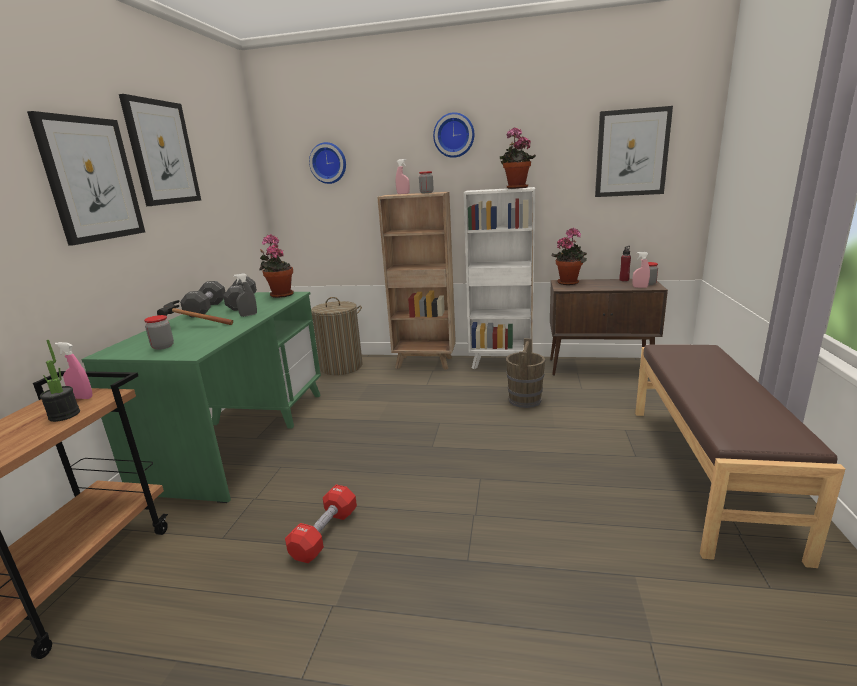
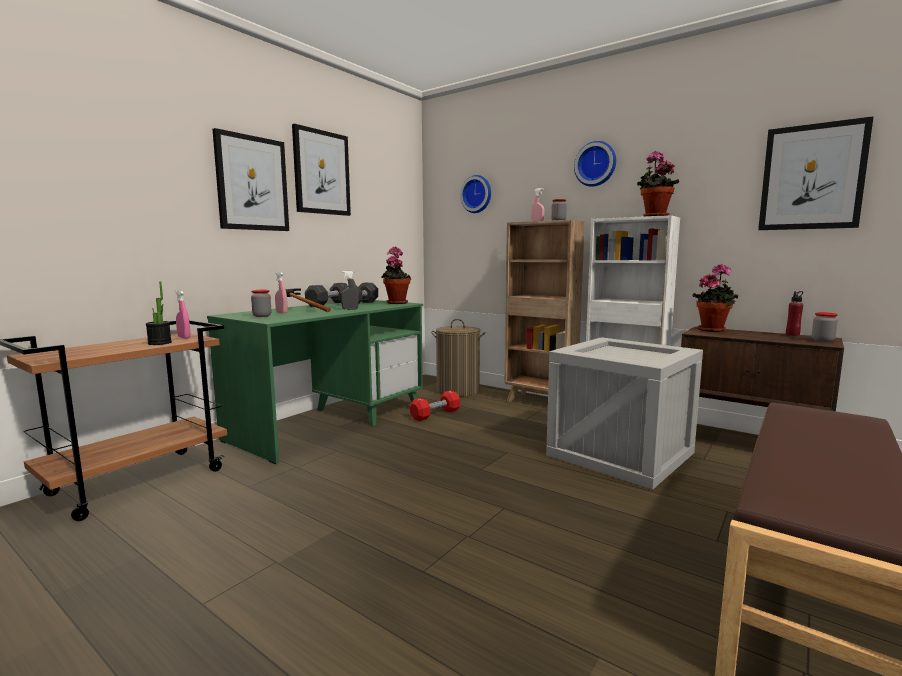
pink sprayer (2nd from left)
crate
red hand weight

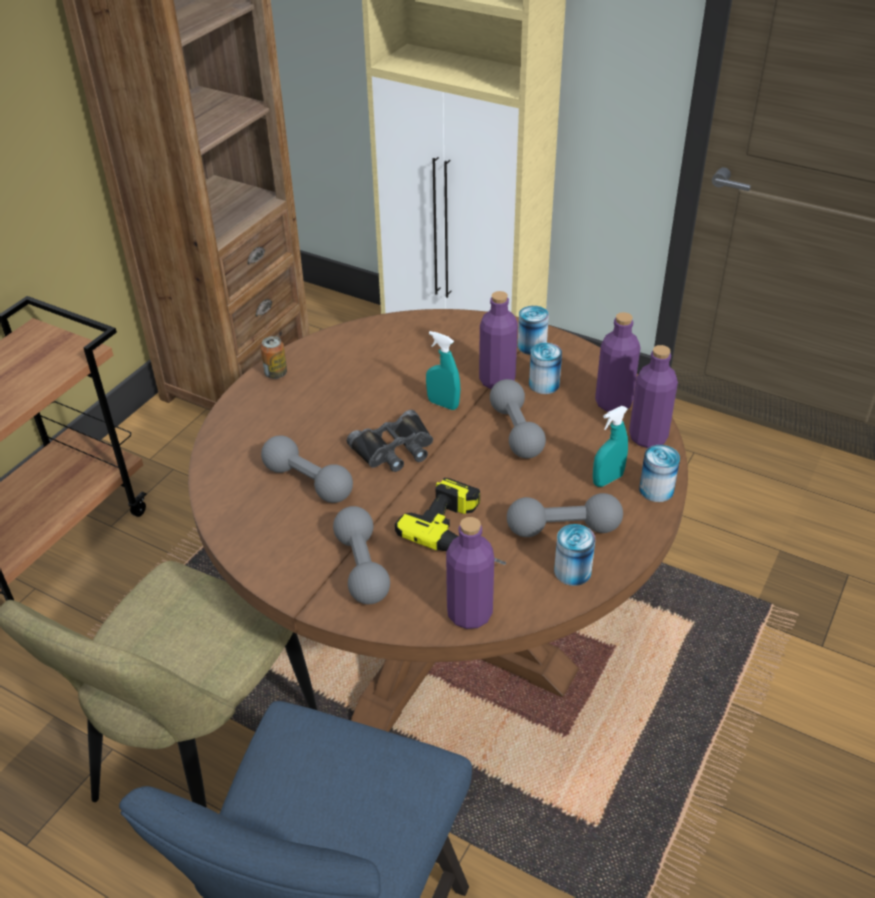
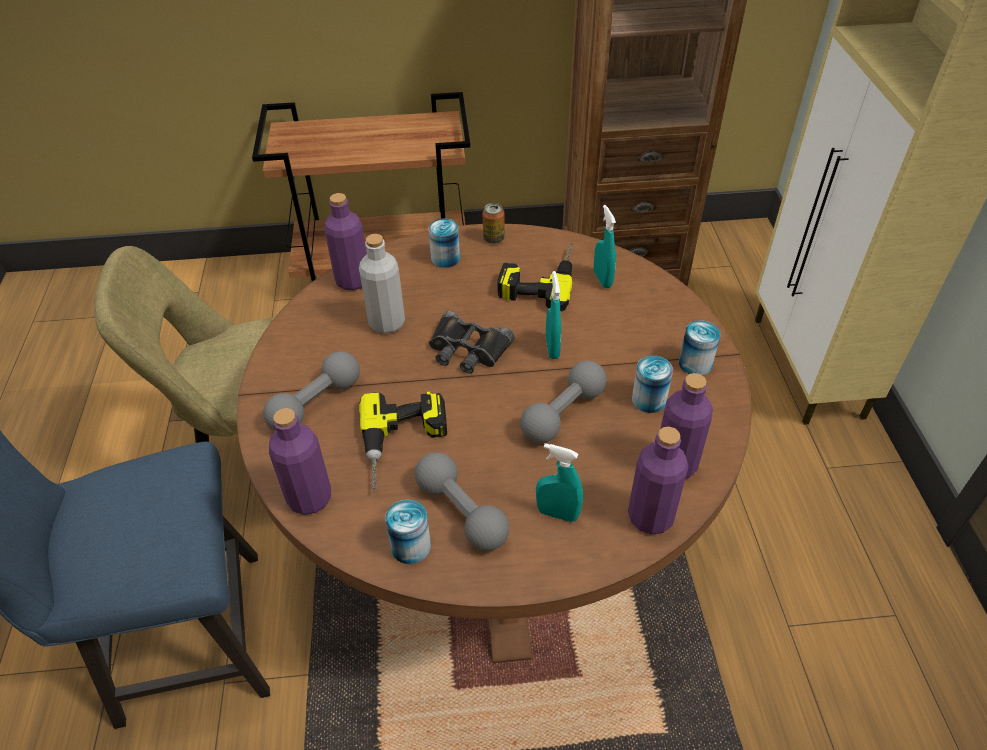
purplish beverage bottle (2nd from left)
greyish beverage bottle
can (2nd from left)
turquoise-coloured sprayer (3rd from left)
drill (2nd from left)

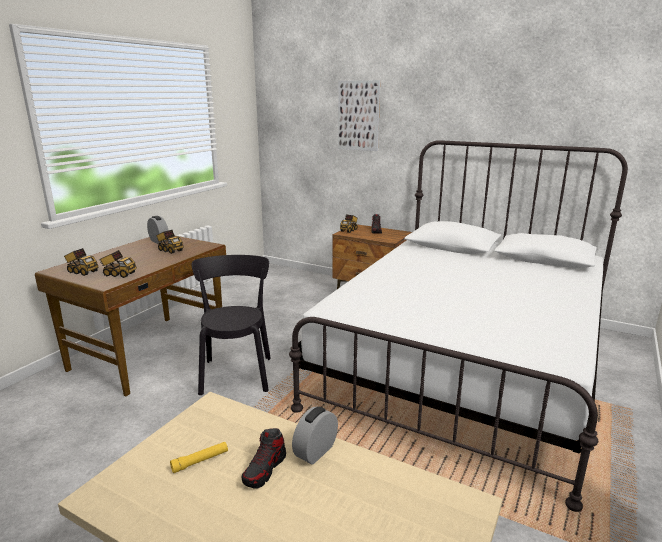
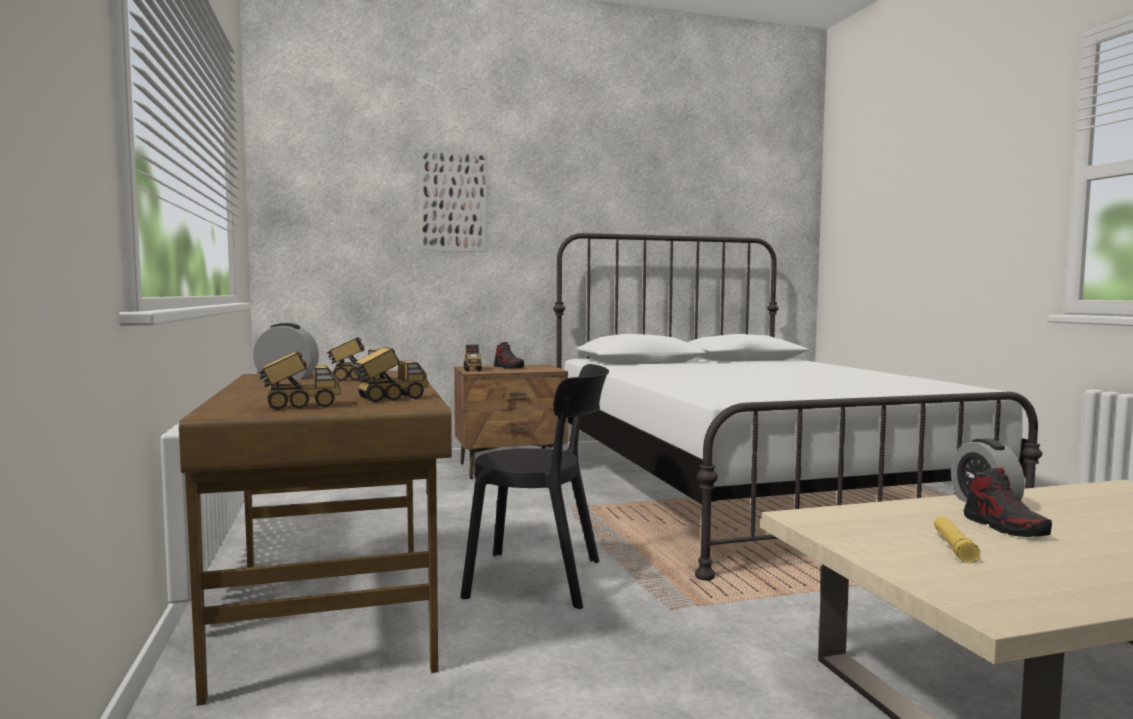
black-coloured upright chair

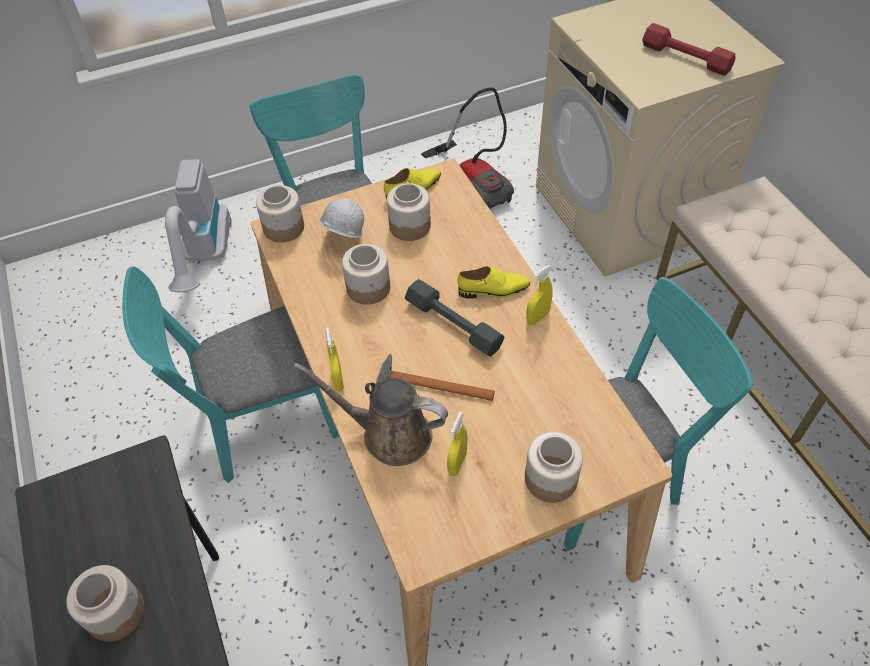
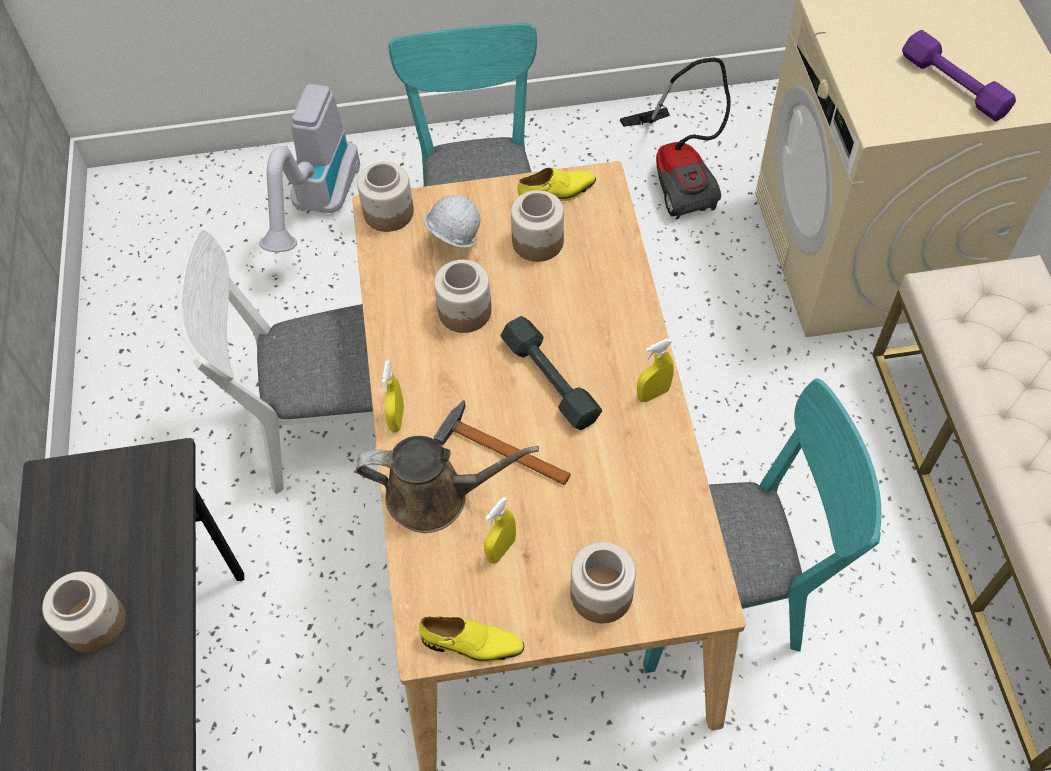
purplish hand weight
white-coloured upright chair
yellow-coloured low shoe (1st from left)
brown-coloured sprinkling can

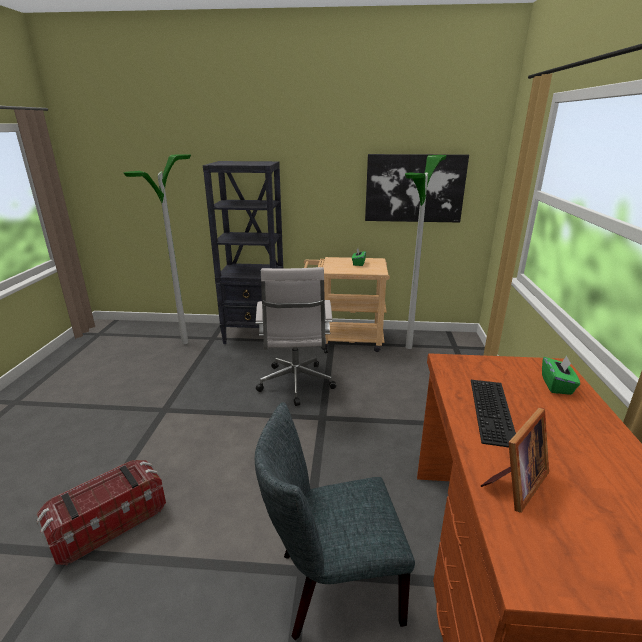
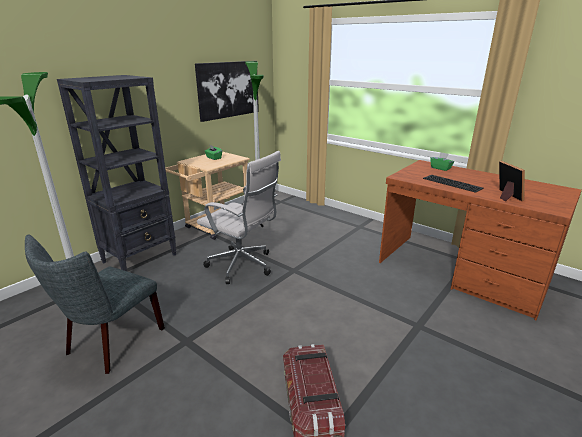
greyish upright chair

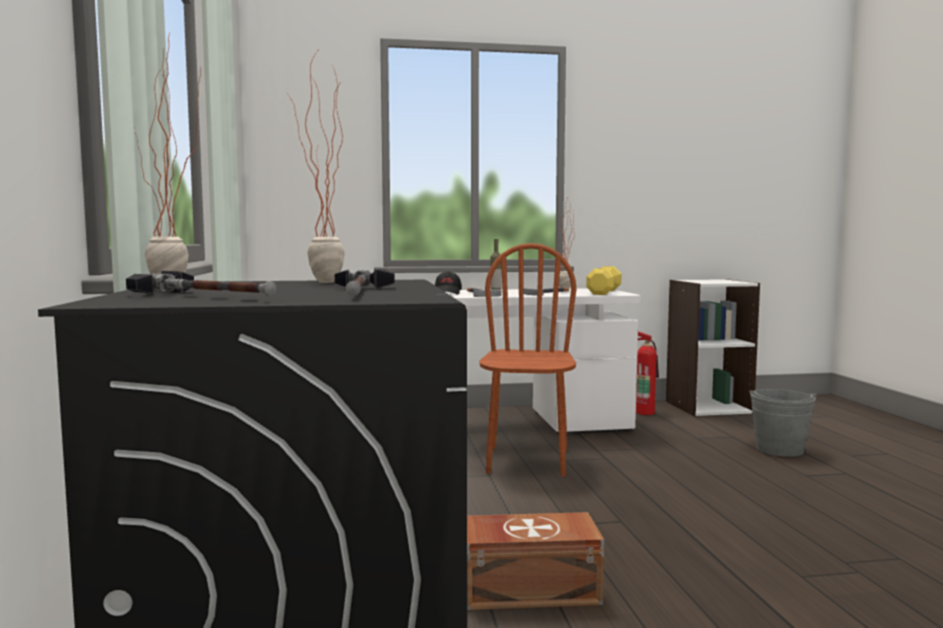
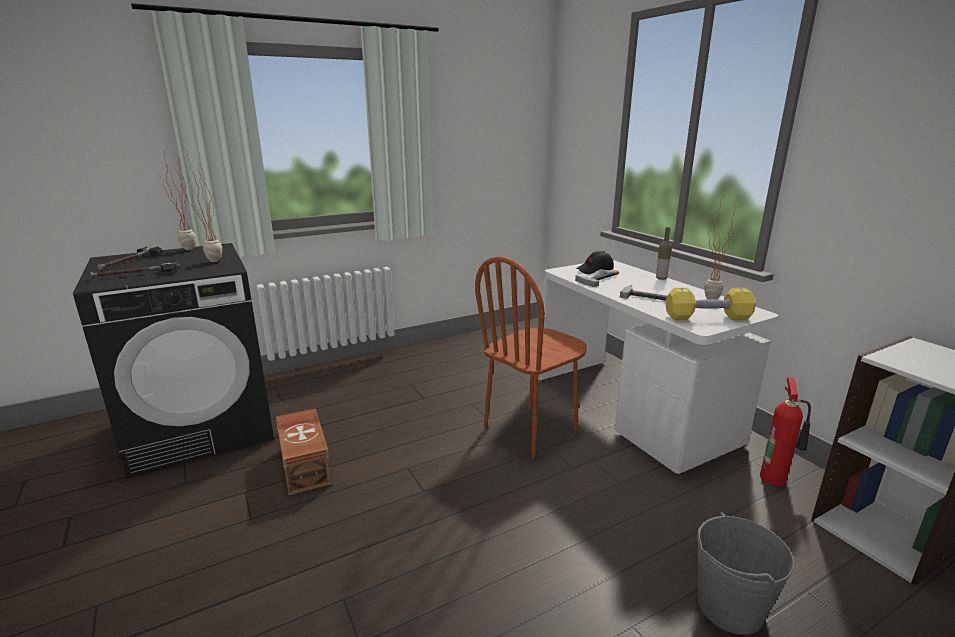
brown-coloured upright chair

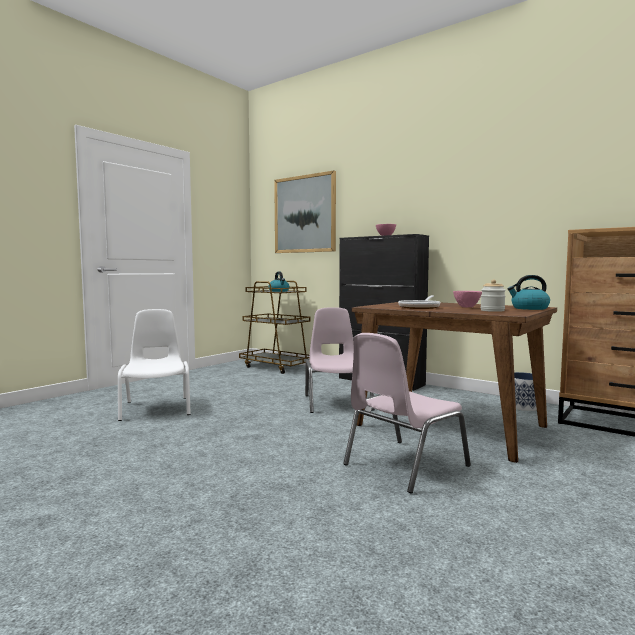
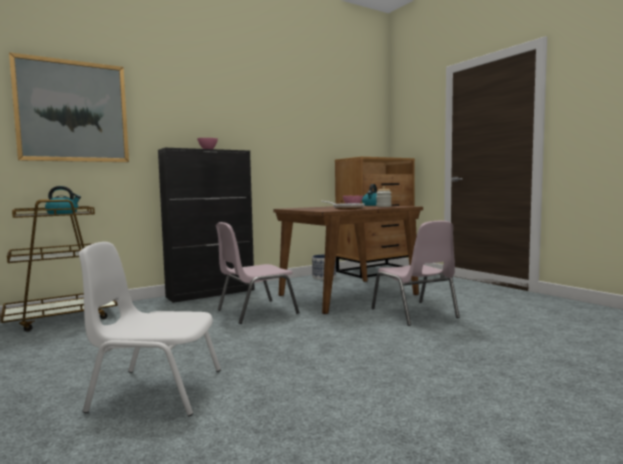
pink upright chair (1st from left)

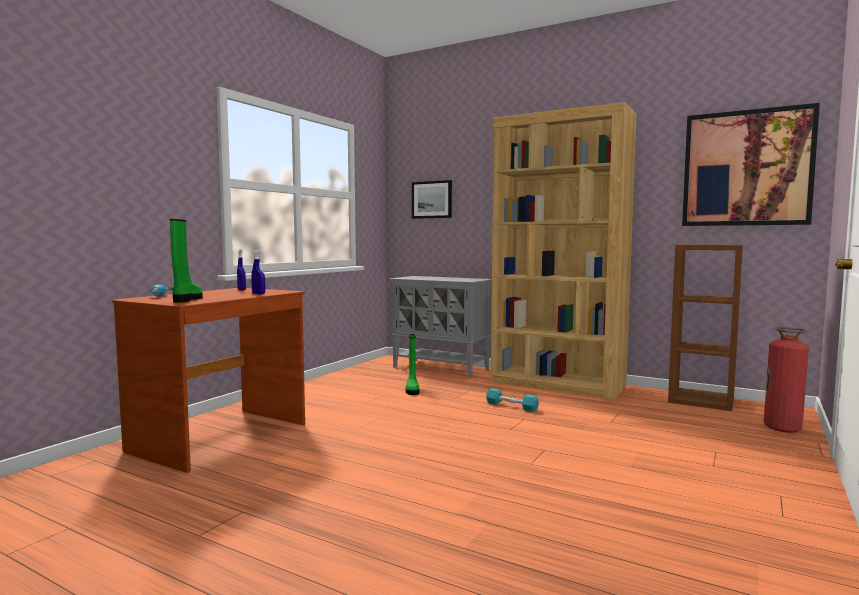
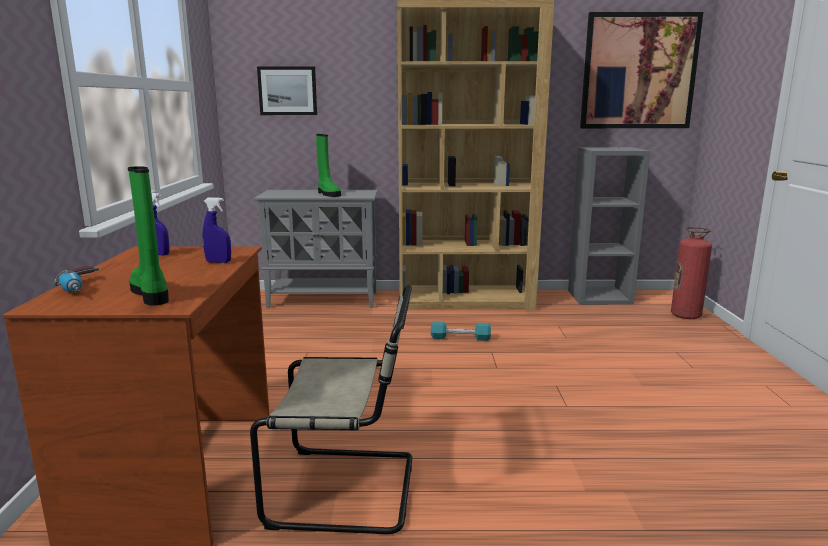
greyish bookshelf
greenish high-top boot (2nd from left)
beige upright chair

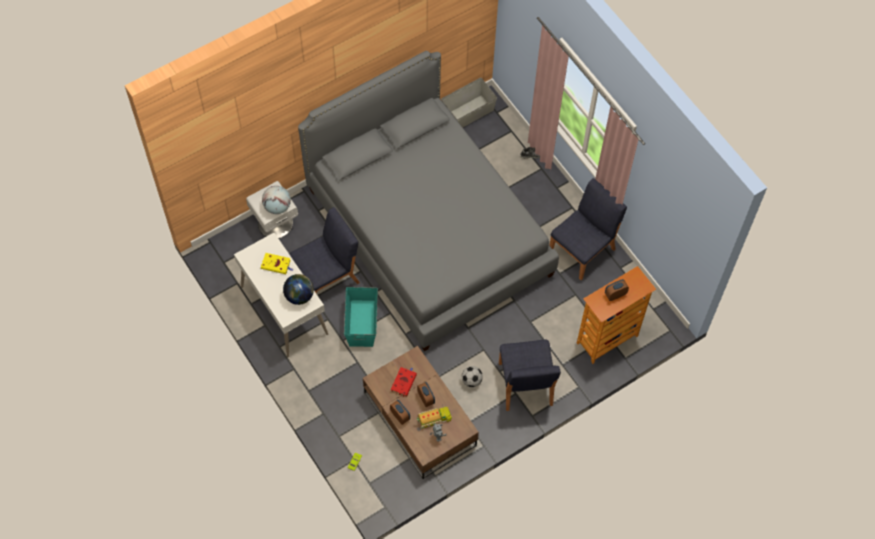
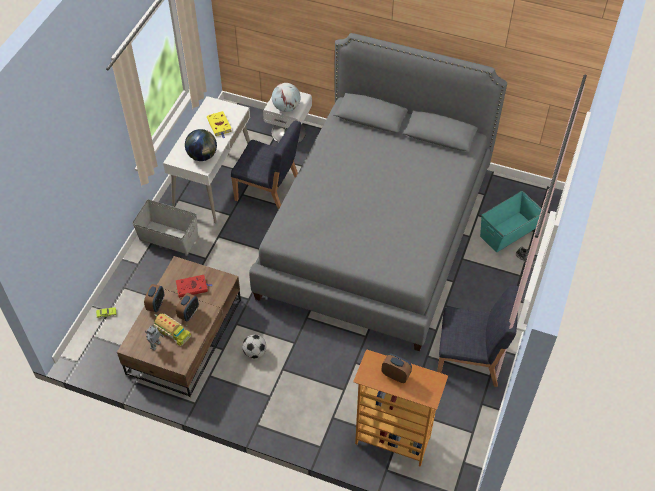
greyish storage bin
turquoise-coloured storage bin
blue upright chair (2nd from left in the first image)

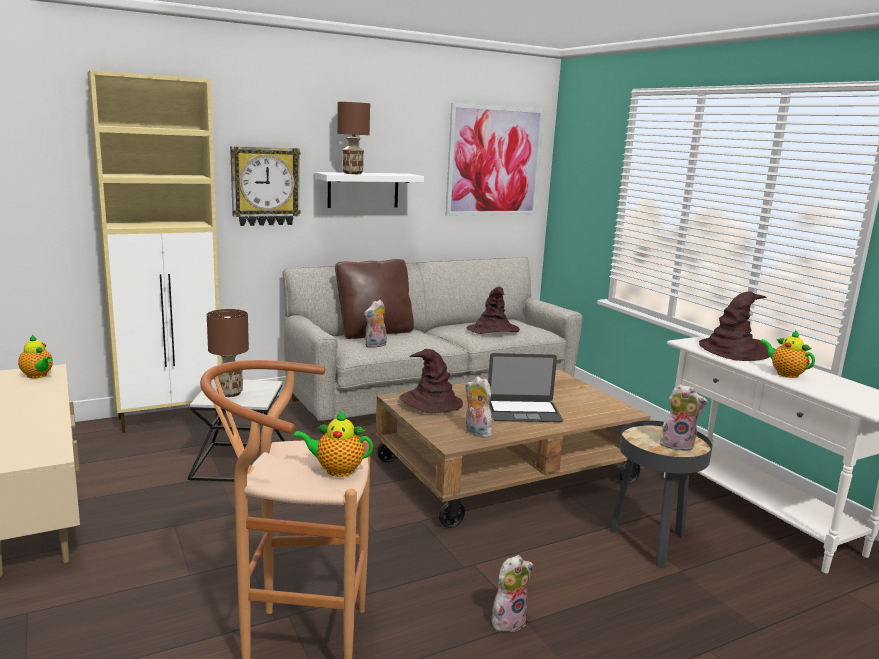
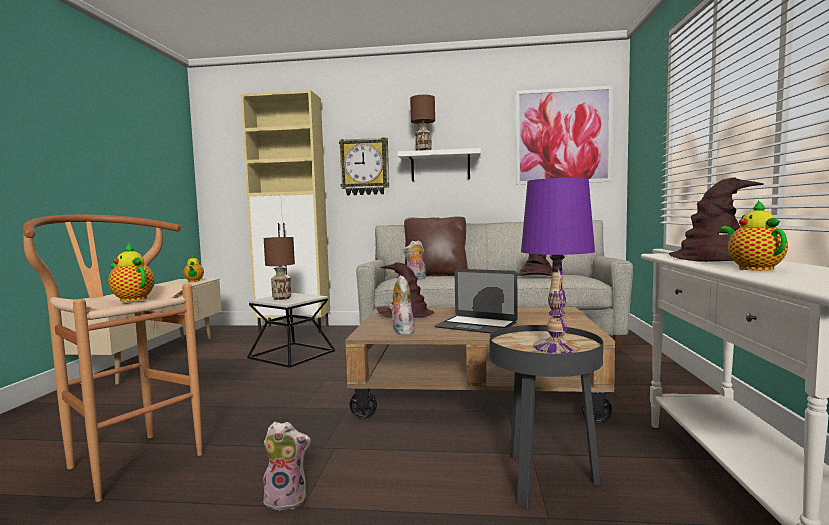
purplish tabletop lamp

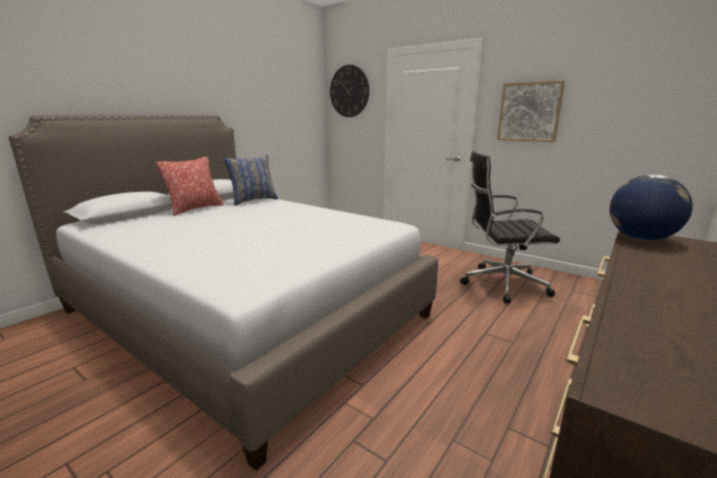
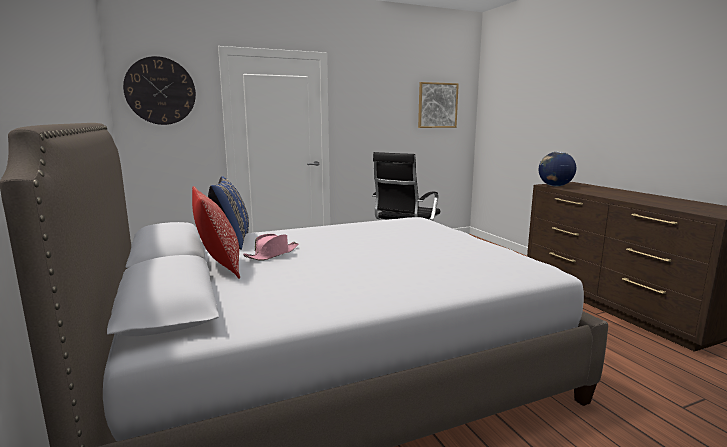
wall art
pink hat

